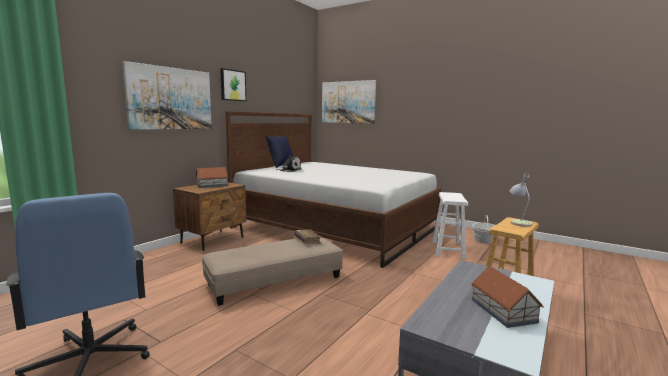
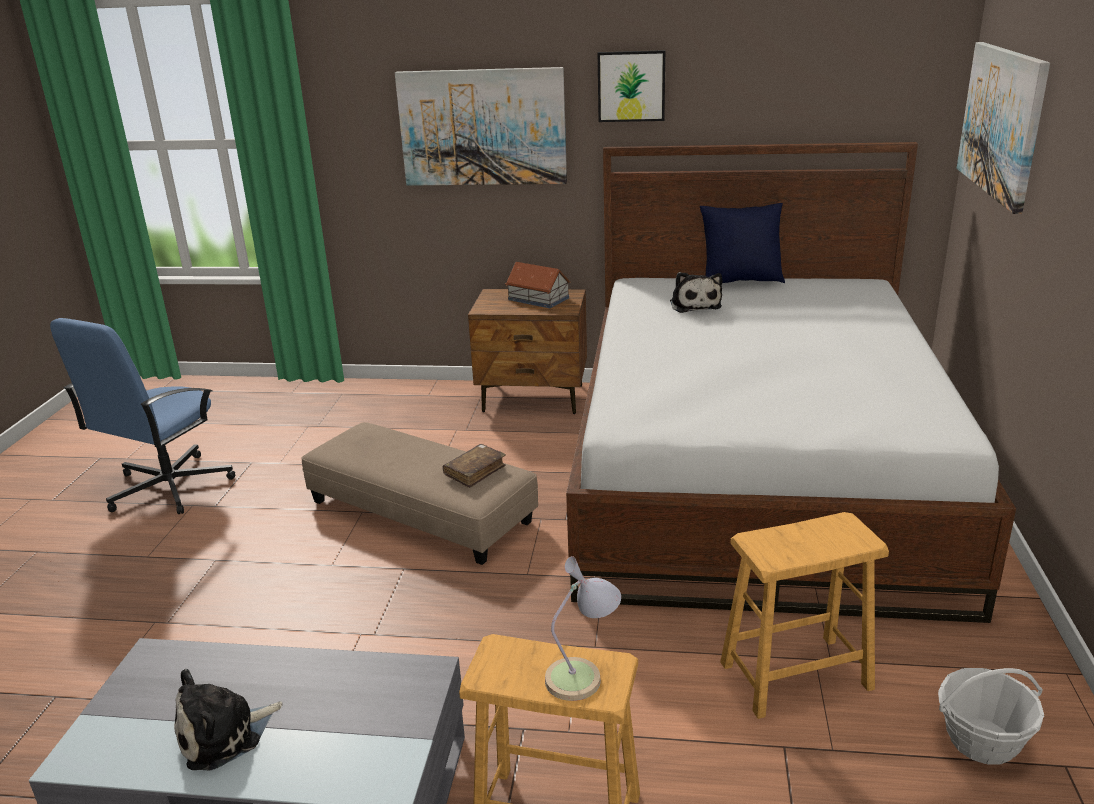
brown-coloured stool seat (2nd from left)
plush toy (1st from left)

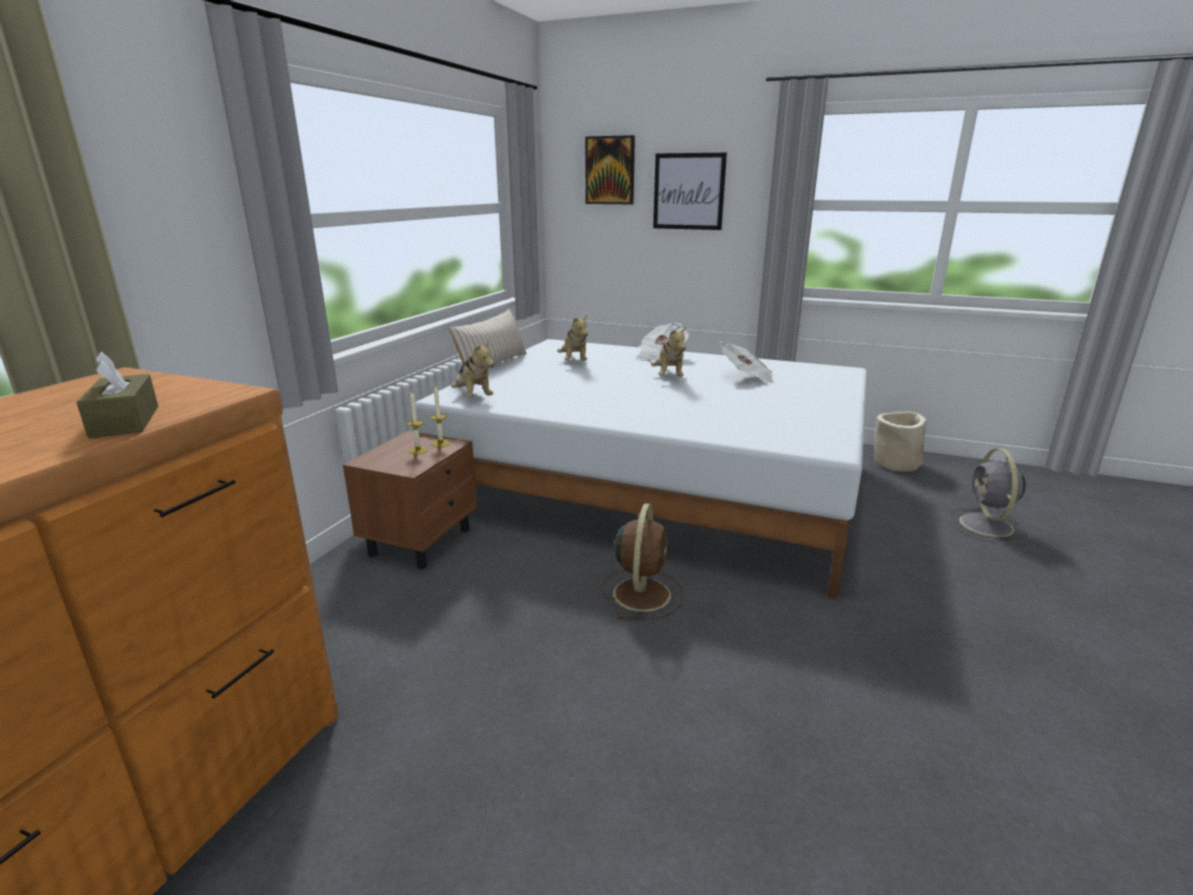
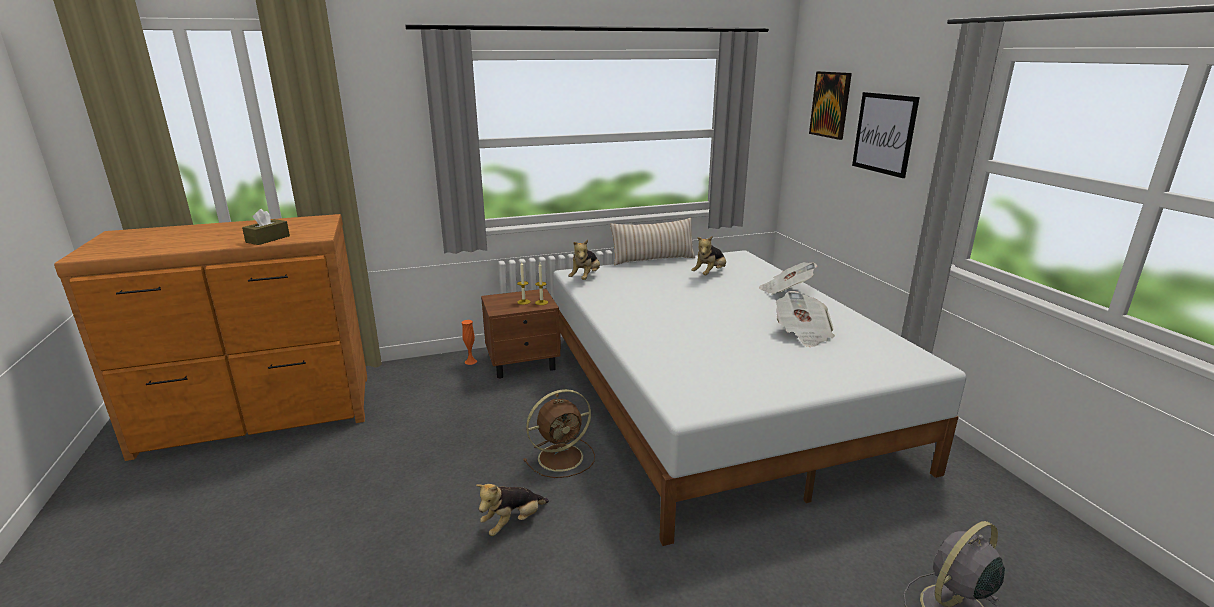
plush toy (1st from left)
beige plant pot
orange vase

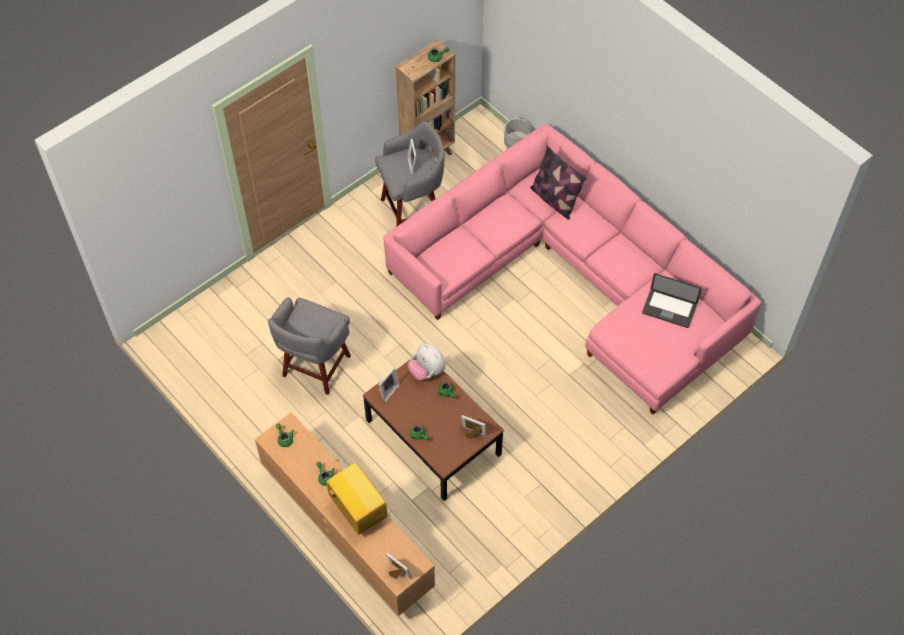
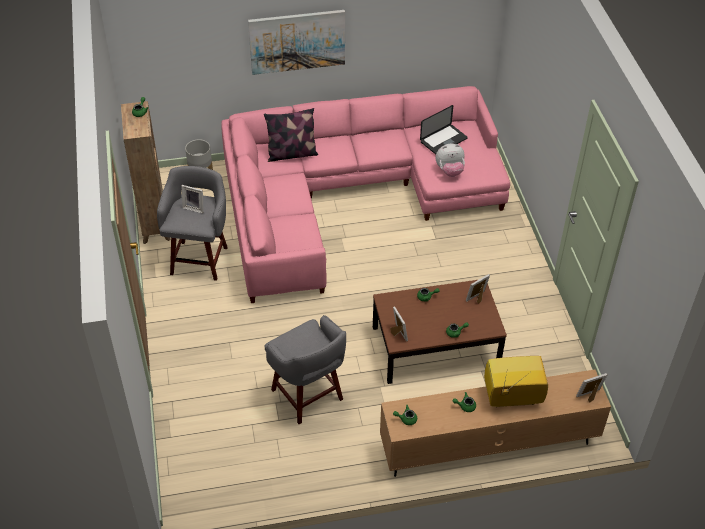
plush toy
wall art

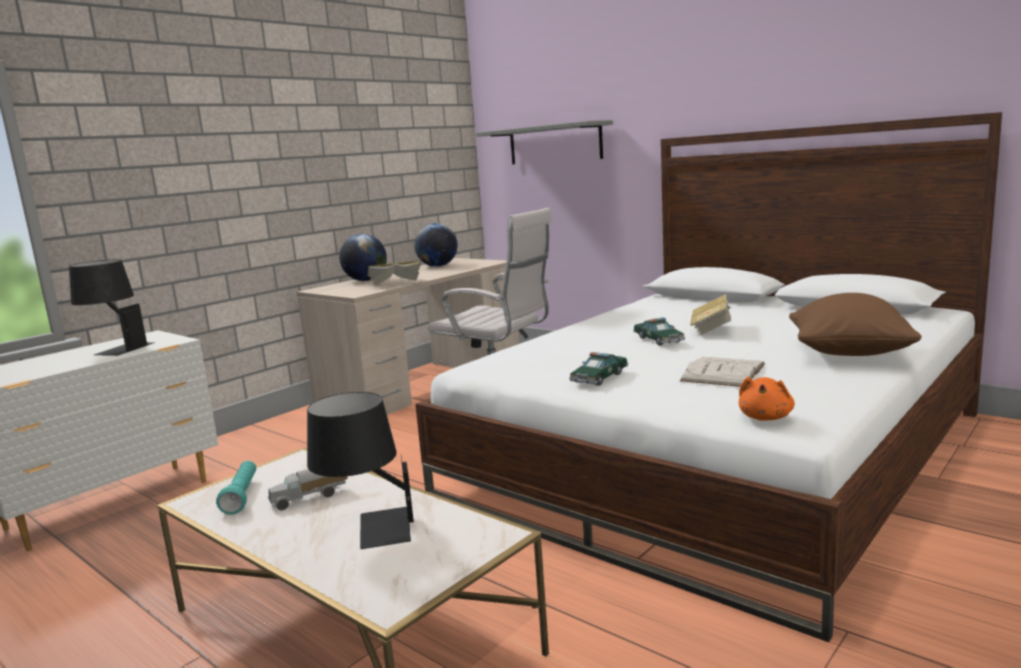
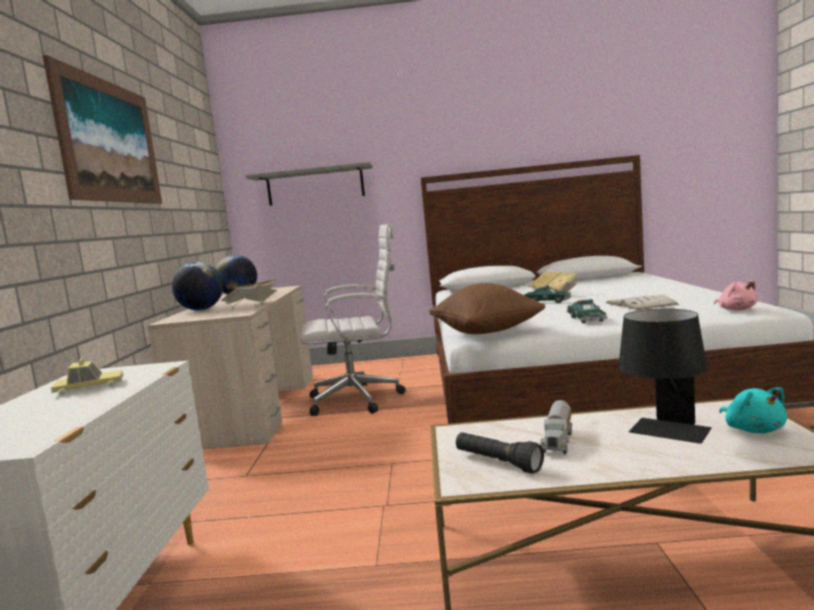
model car (1st from left)
brown-coloured cushion
pink plush toy
black-coloured hand torch
wall art
turquoise-coloured plush toy

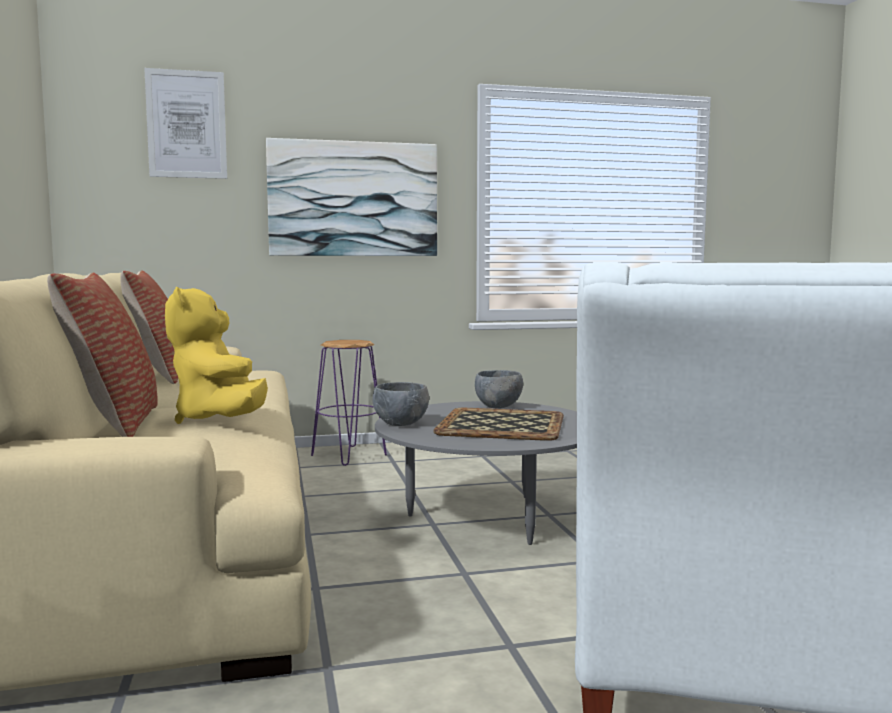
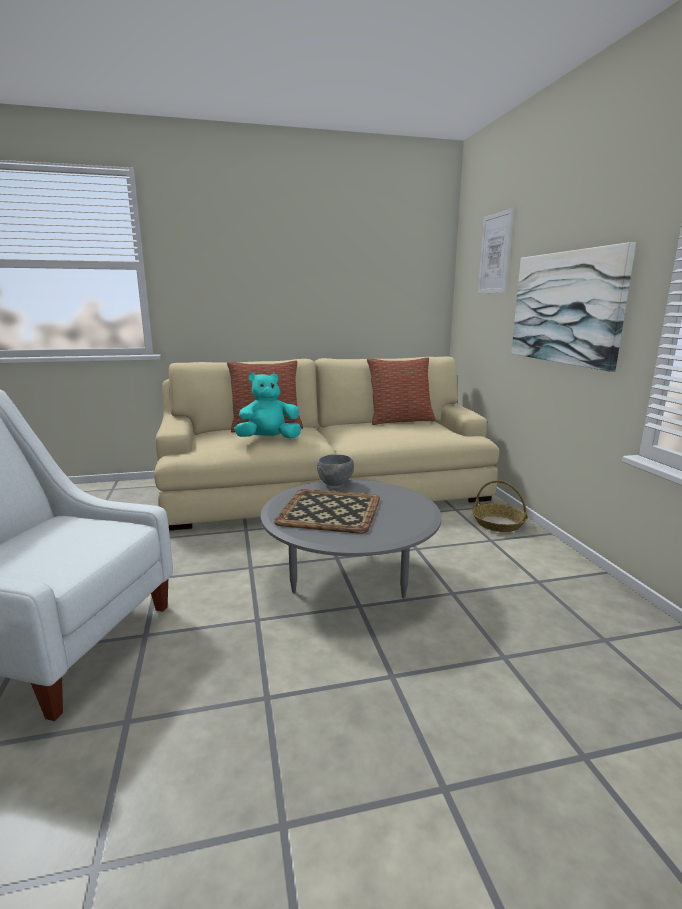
turquoise-coloured plush toy
basket
greyish serving bowl (2nd from left in the first image)

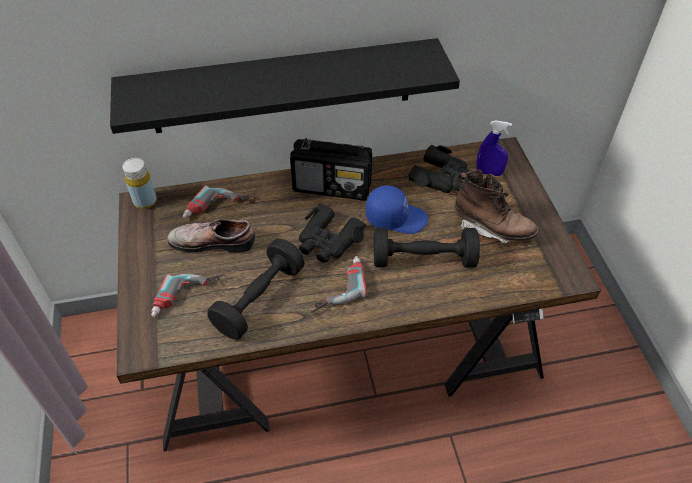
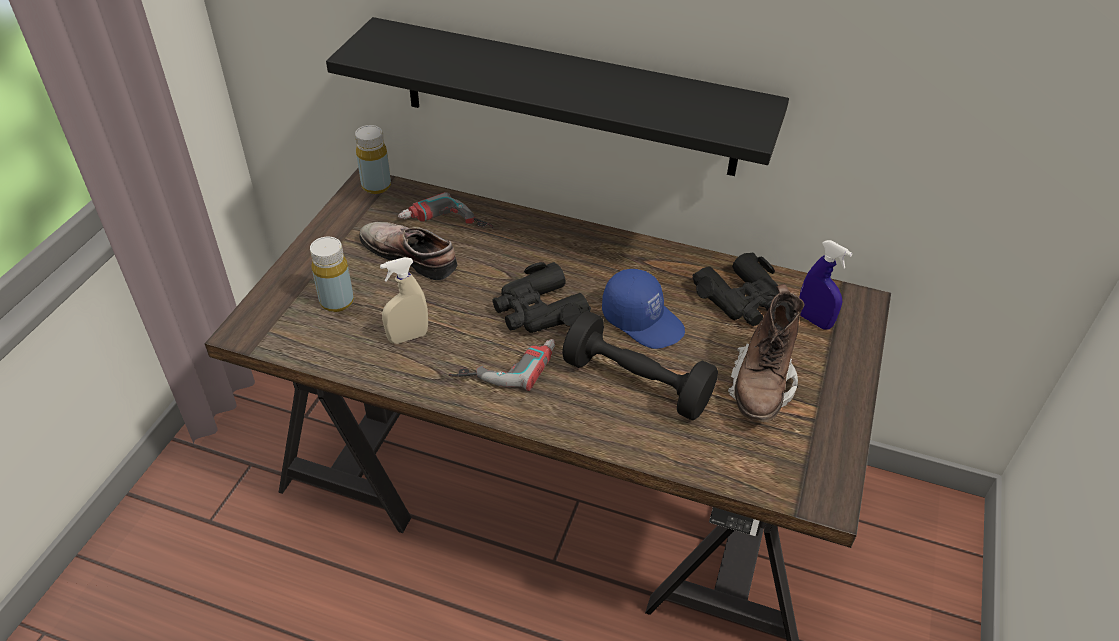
radio receiver
brown-coloured high-top boot
beige sprayer
yellow-coloured beverage bottle (1st from left)

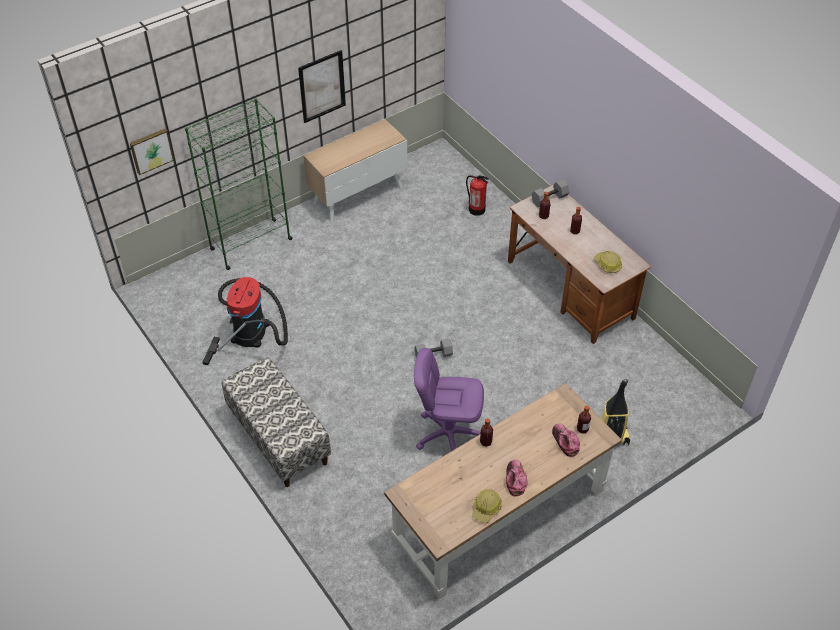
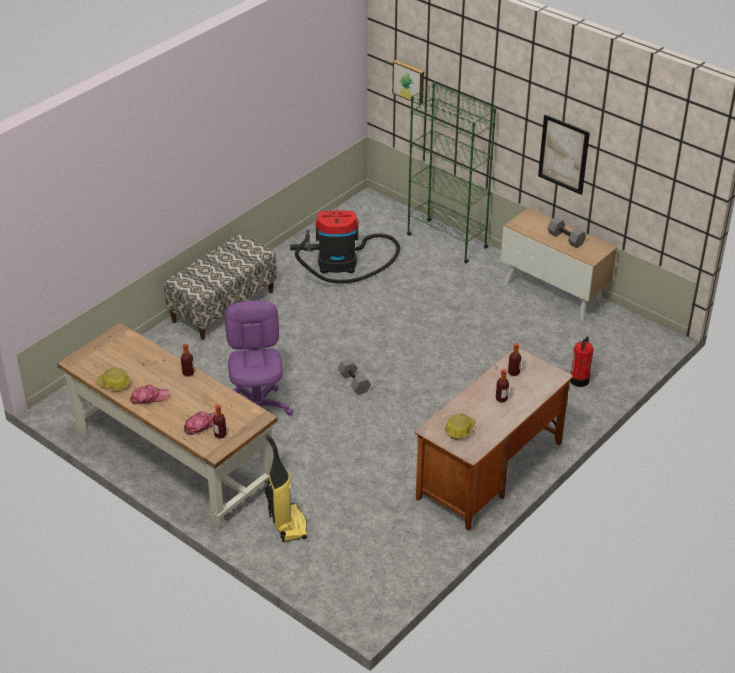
greyish hand weight (2nd from left)

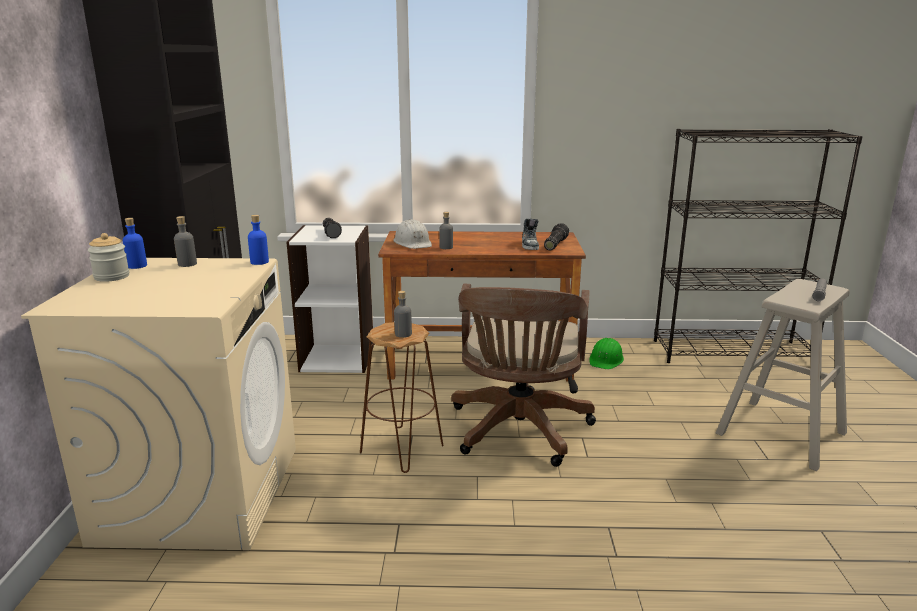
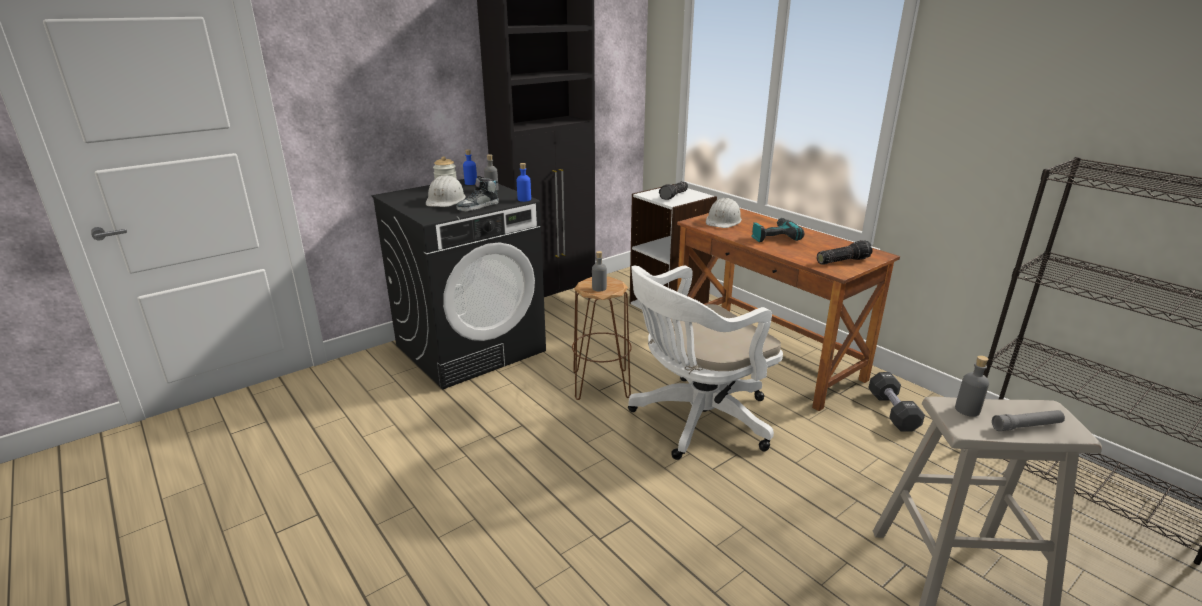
greyish beverage bottle (3rd from left)
low shoe
black-coloured laundry appliance
white-coloured computer chair
black-coloured hand weight
white-coloured hard hat (1st from left)
drill

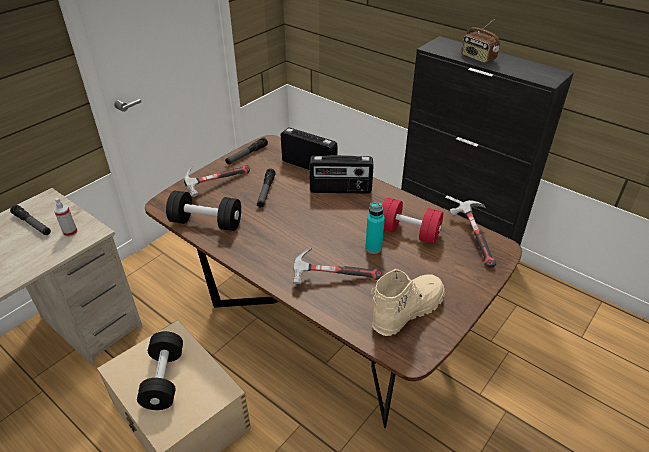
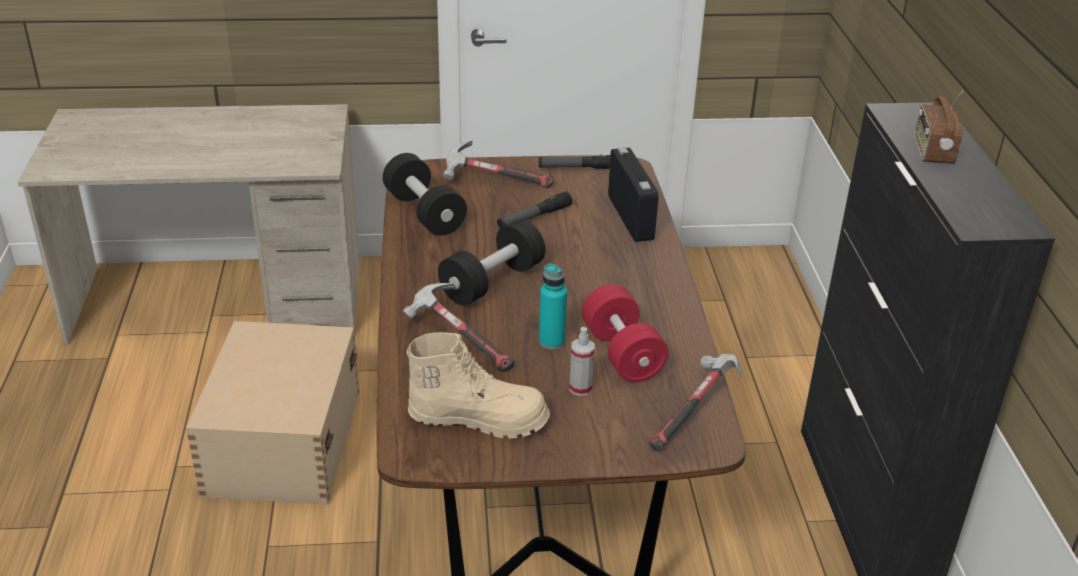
radio receiver (2nd from left in the first image)
sprayer
hand torch (1st from left in the first image)
black-coloured hand weight (2nd from left)

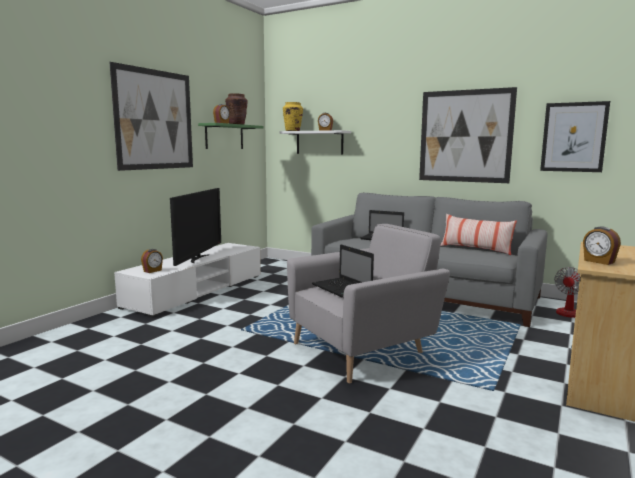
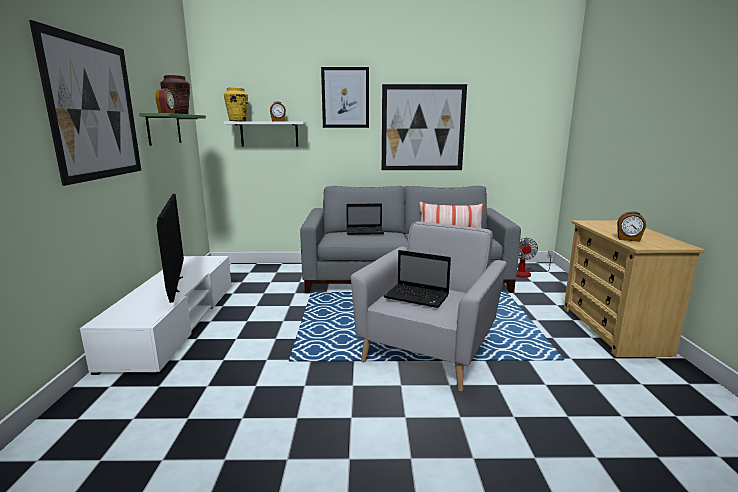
wall art (2nd from left)
table clock (1st from left in the first image)

